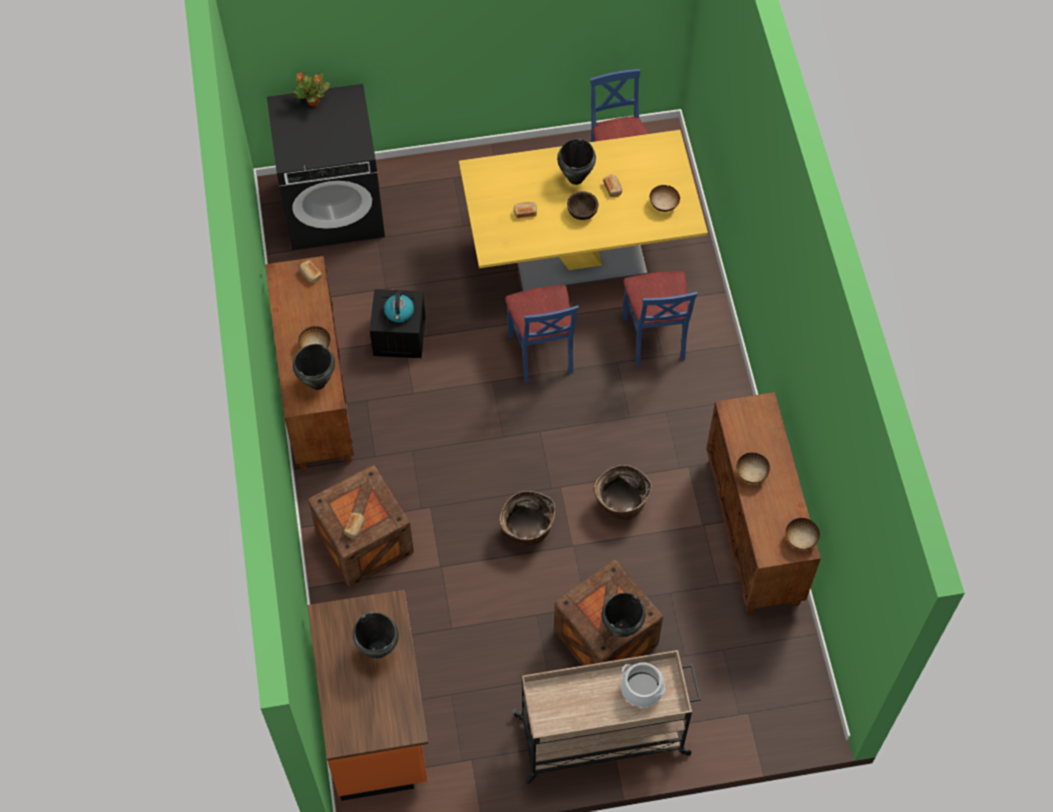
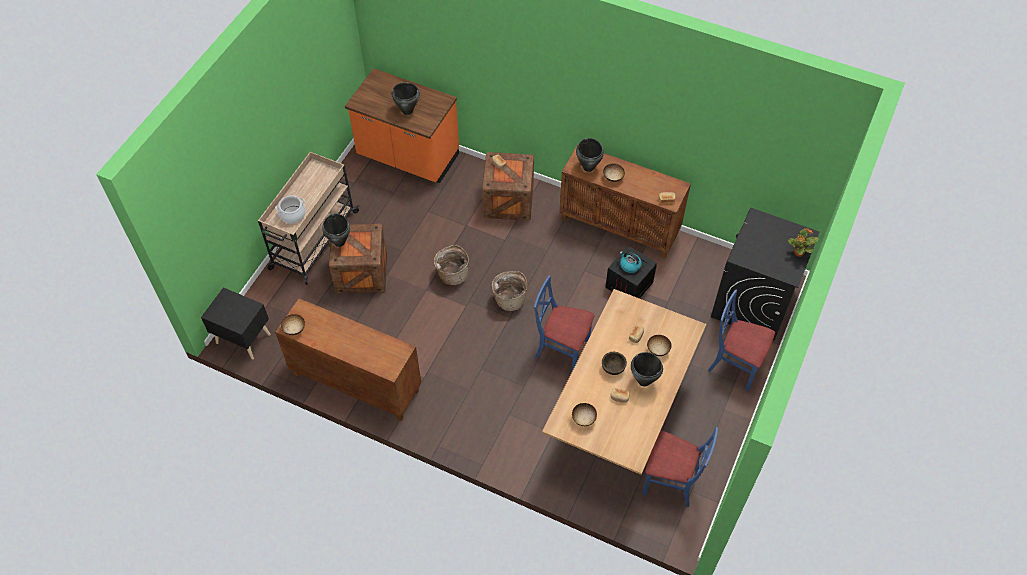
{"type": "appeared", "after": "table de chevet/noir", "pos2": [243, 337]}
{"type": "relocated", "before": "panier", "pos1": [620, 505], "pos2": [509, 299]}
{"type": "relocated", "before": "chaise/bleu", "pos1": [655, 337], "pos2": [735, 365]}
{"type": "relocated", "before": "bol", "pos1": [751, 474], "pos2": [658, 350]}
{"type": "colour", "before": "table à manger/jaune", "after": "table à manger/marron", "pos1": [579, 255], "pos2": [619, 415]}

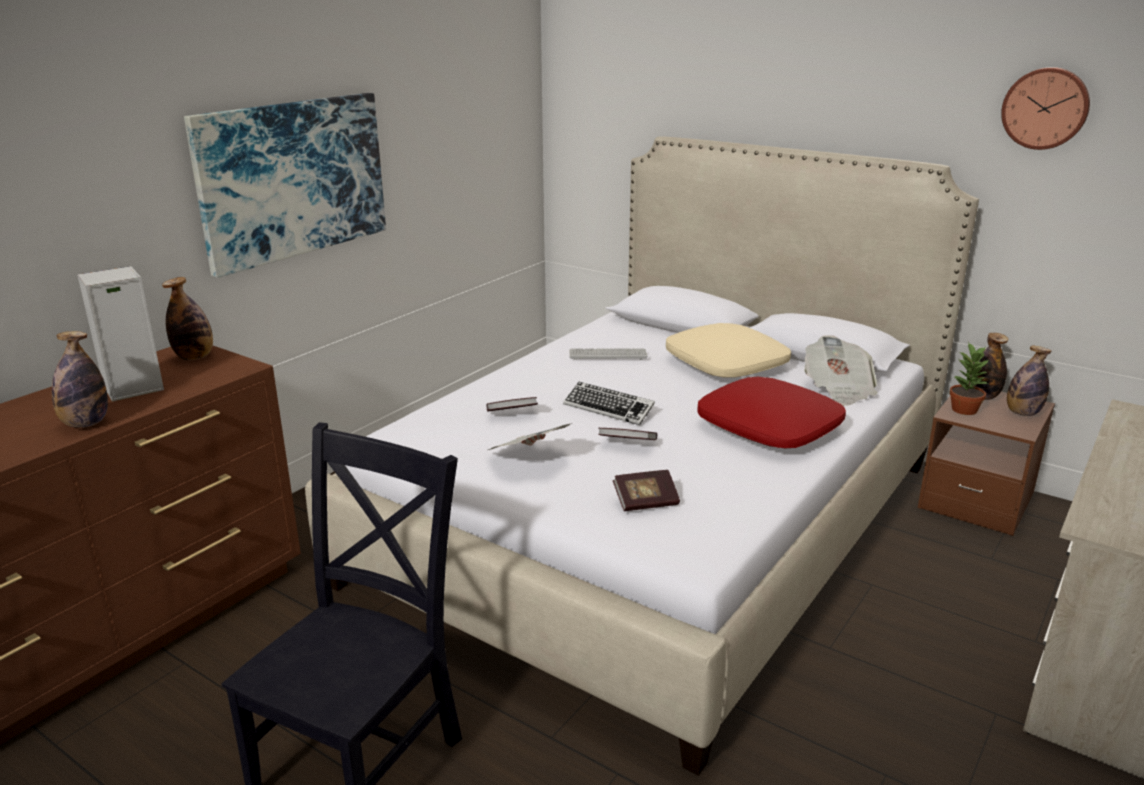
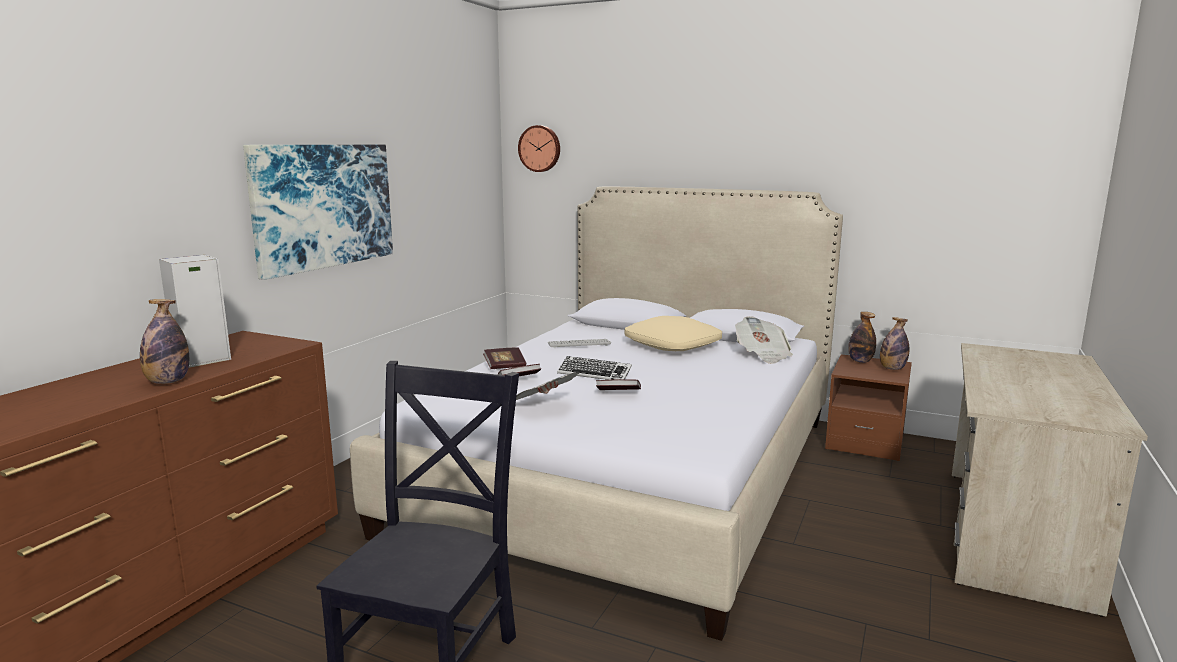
{"type": "missing", "before": "bouteille", "pos1": [194, 357]}
{"type": "missing", "before": "coussin/rouge", "pos1": [769, 427]}
{"type": "missing", "before": "plante en pot", "pos1": [964, 409]}
{"type": "relocated", "before": "livre", "pos1": [645, 502], "pos2": [505, 366]}
{"type": "relocated", "before": "horloge murale", "pos1": [1045, 108], "pos2": [540, 148]}

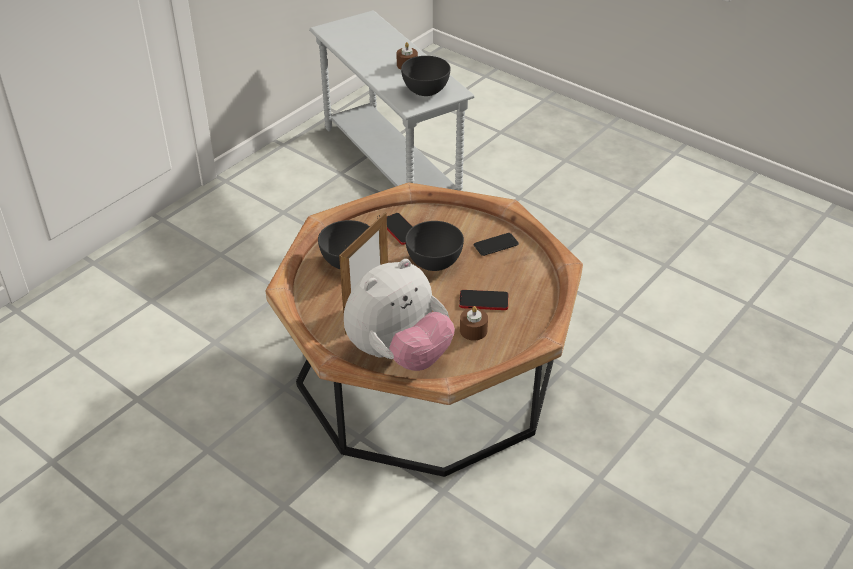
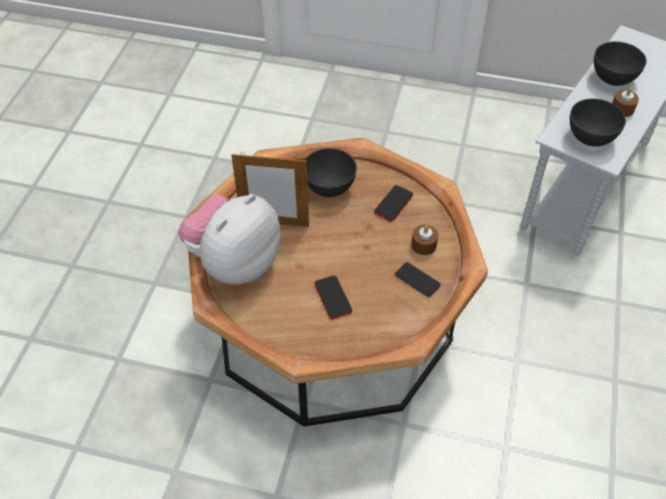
{"type": "relocated", "before": "bol/gris", "pos1": [434, 263], "pos2": [612, 78]}
{"type": "relocated", "before": "bougie/marron", "pos1": [473, 330], "pos2": [423, 245]}
{"type": "spun", "before": "peluche", "pos1": [399, 354], "pos2": [234, 263], "turn": 105}

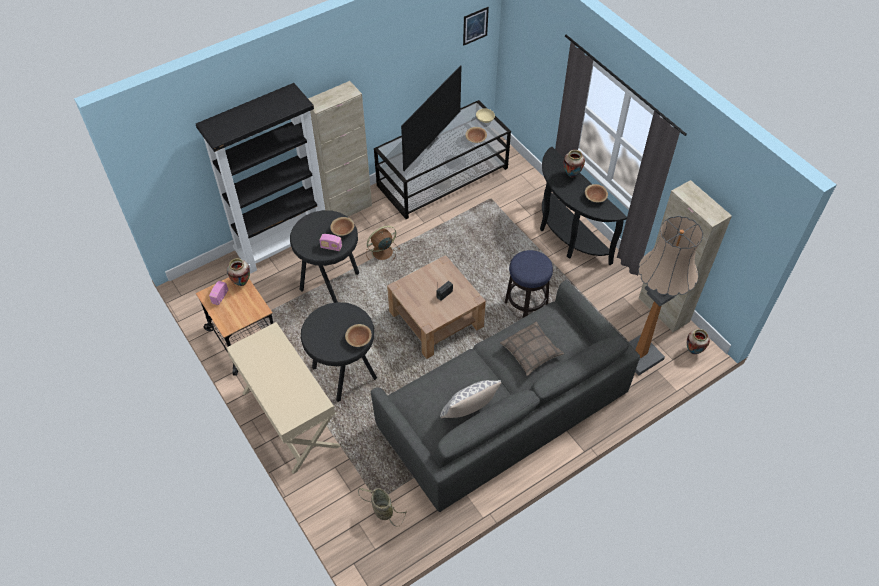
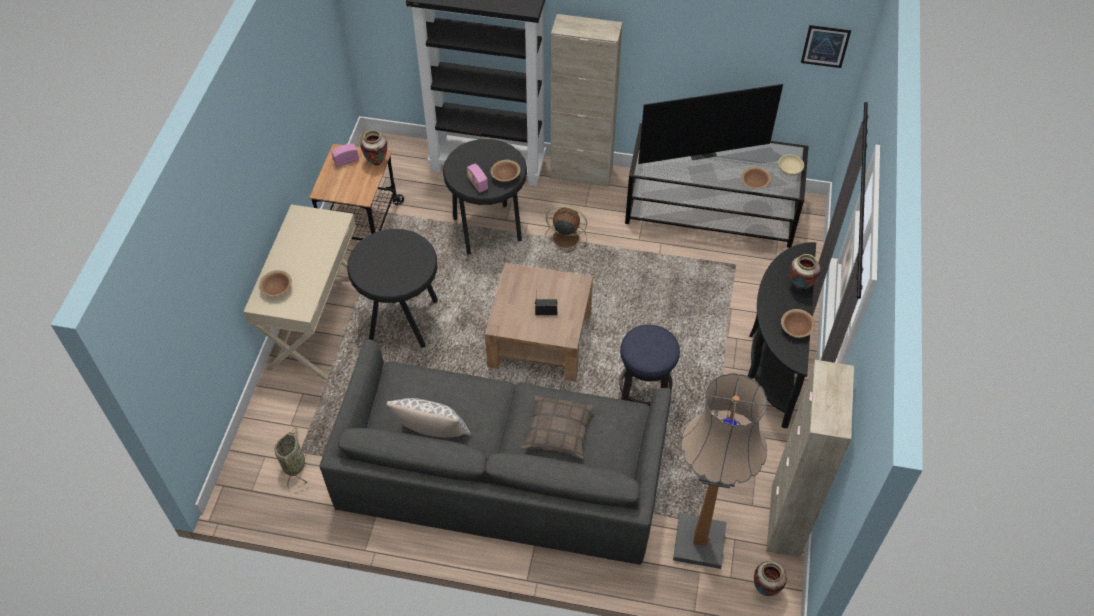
{"type": "relocated", "before": "bol/marron", "pos1": [359, 339], "pos2": [277, 289]}

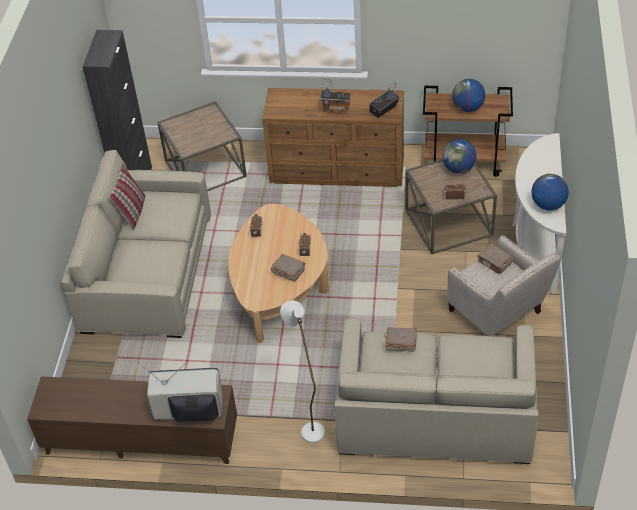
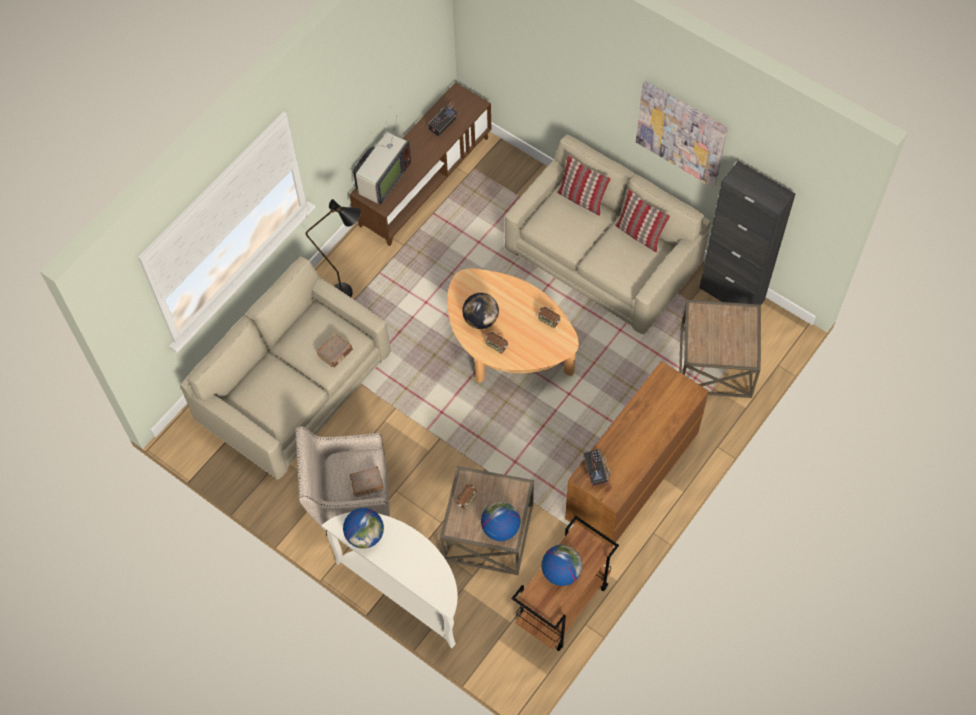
{"type": "appeared", "after": "coussin", "pos2": [581, 199]}
{"type": "appeared", "after": "tableau", "pos2": [681, 133]}
{"type": "relocated", "before": "radio", "pos1": [336, 108], "pos2": [442, 127]}
{"type": "exchanged", "before": "livre/marron", "after": "globe", "pos1": [288, 271], "pos2": [481, 319]}
{"type": "colour", "before": "lampadaire/blanc", "after": "lampadaire/noir", "pos1": [309, 426], "pos2": [350, 293]}

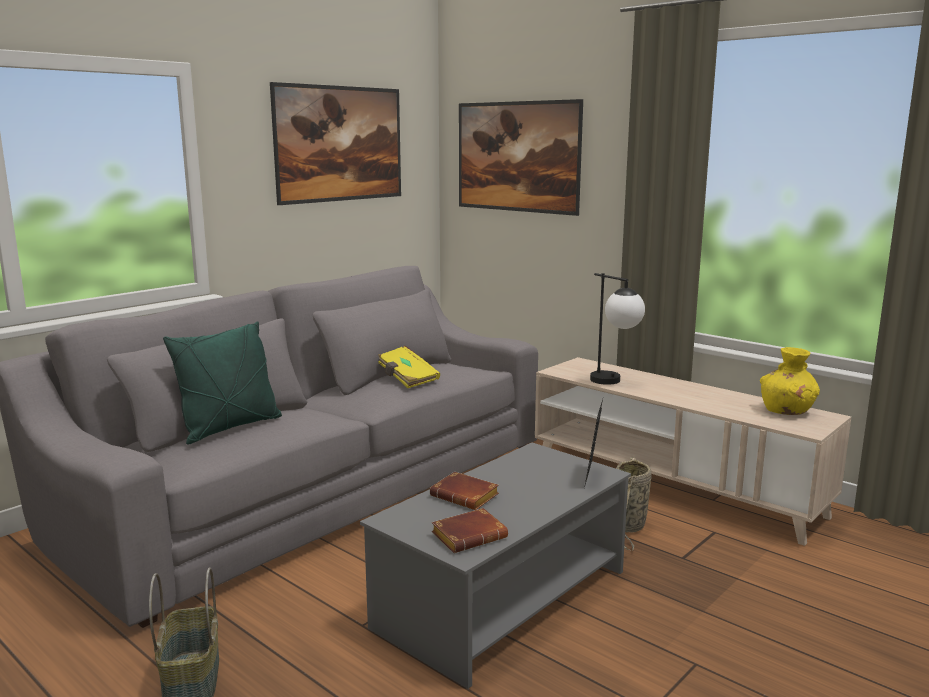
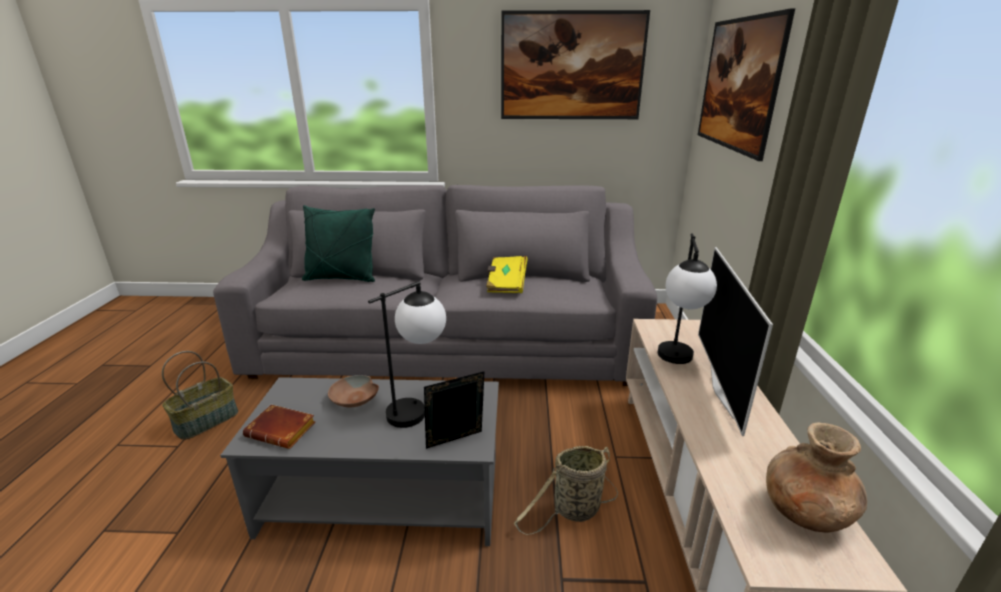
{"type": "appeared", "after": "lampe de table", "pos2": [418, 407]}
{"type": "appeared", "after": "téléviseur", "pos2": [722, 391]}
{"type": "exchanged", "before": "livre/marron", "after": "bol/marron", "pos1": [466, 496], "pos2": [354, 399]}
{"type": "colour", "before": "vase/jaune", "after": "vase/marron", "pos1": [787, 411], "pos2": [805, 513]}

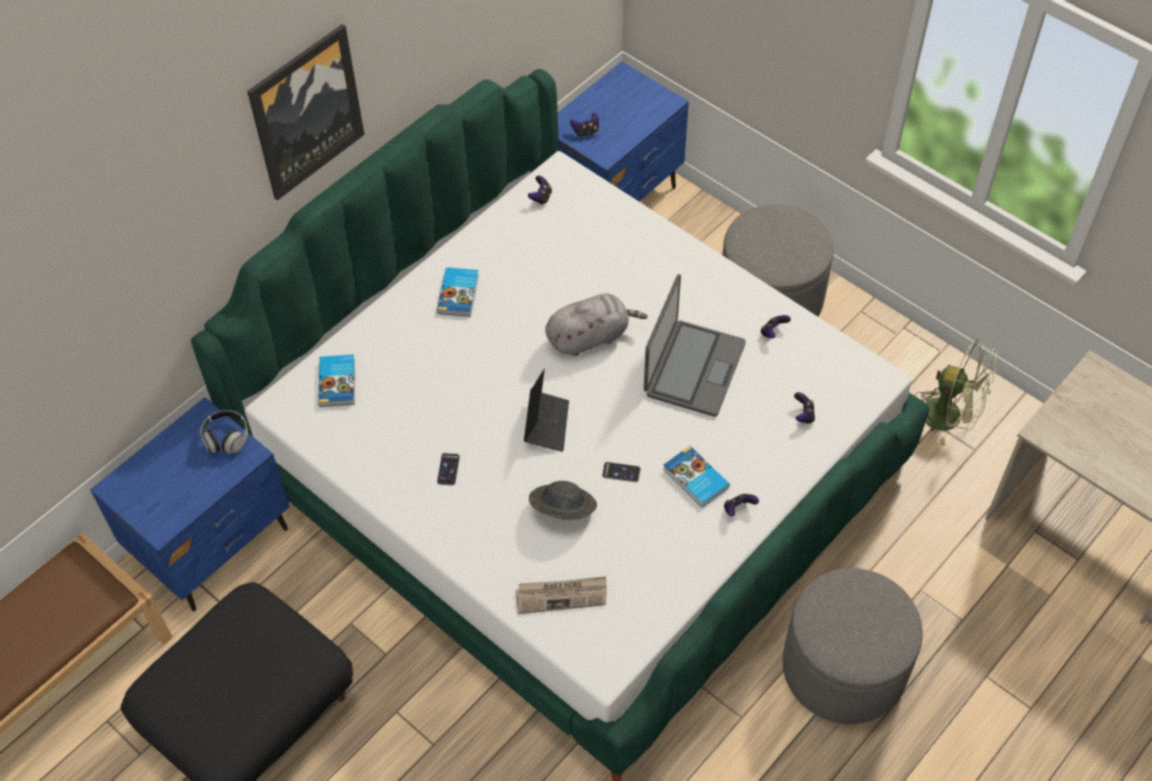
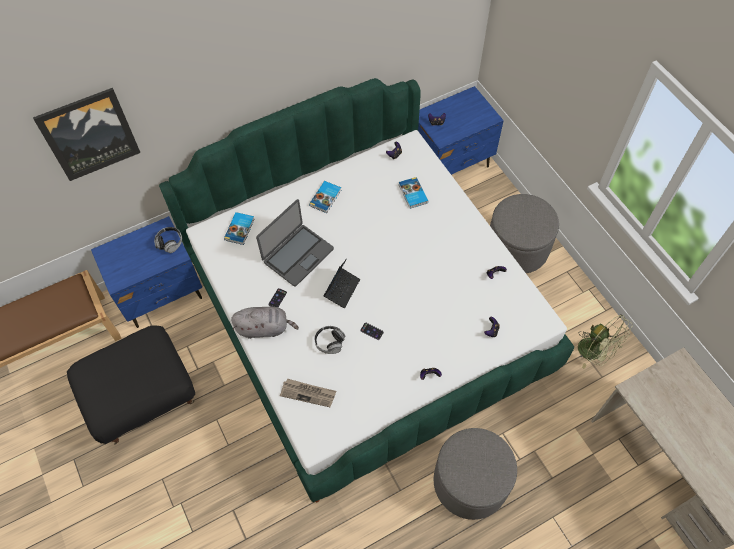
{"type": "relocated", "before": "tableau", "pos1": [306, 112], "pos2": [89, 134]}
{"type": "relocated", "before": "peluche/gris", "pos1": [590, 337], "pos2": [265, 328]}
{"type": "relocated", "before": "ordinateur portable", "pos1": [693, 368], "pos2": [297, 255]}
{"type": "relocated", "before": "livre", "pos1": [695, 479], "pos2": [412, 194]}
{"type": "exchanged", "before": "chapeau/gris", "after": "casque audio", "pos1": [562, 510], "pos2": [329, 342]}

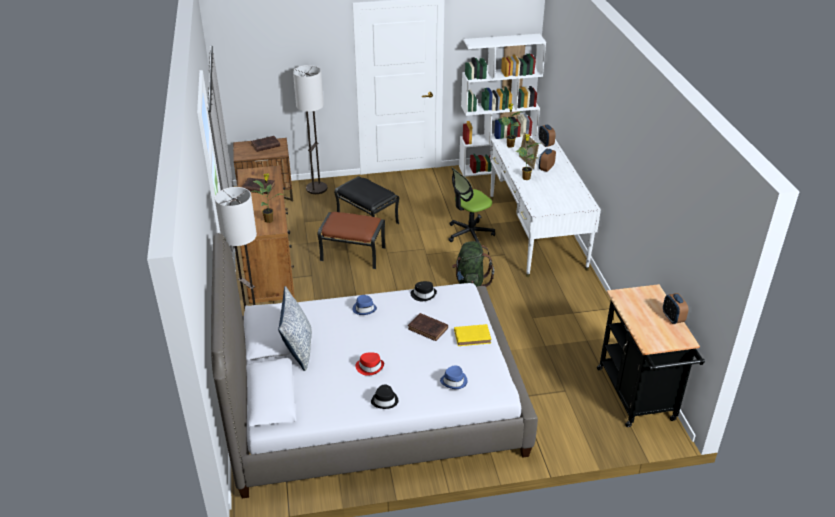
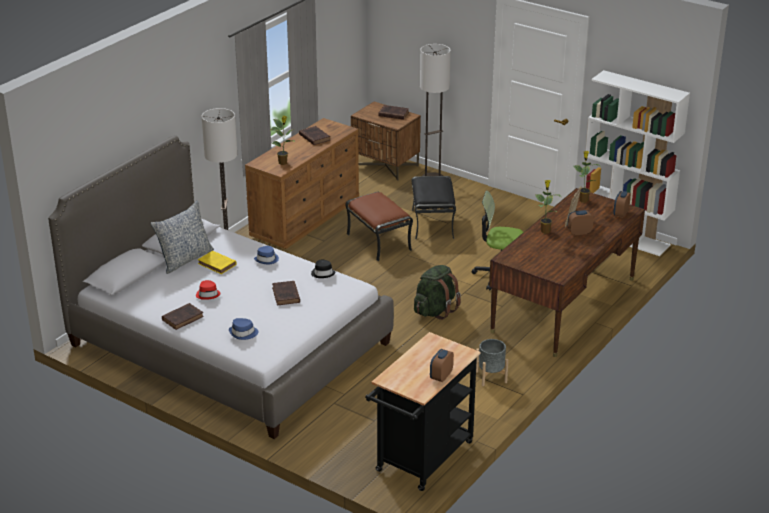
{"type": "appeared", "after": "cache-pot/gris", "pos2": [491, 377]}
{"type": "relocated", "before": "livre/jaune", "pos1": [473, 337], "pos2": [218, 264]}
{"type": "exchanged", "before": "chapeau/noir", "after": "livre/marron", "pos1": [385, 400], "pos2": [183, 318]}
{"type": "colour", "before": "bureau/blanc", "after": "bureau/marron", "pos1": [536, 232], "pos2": [564, 305]}

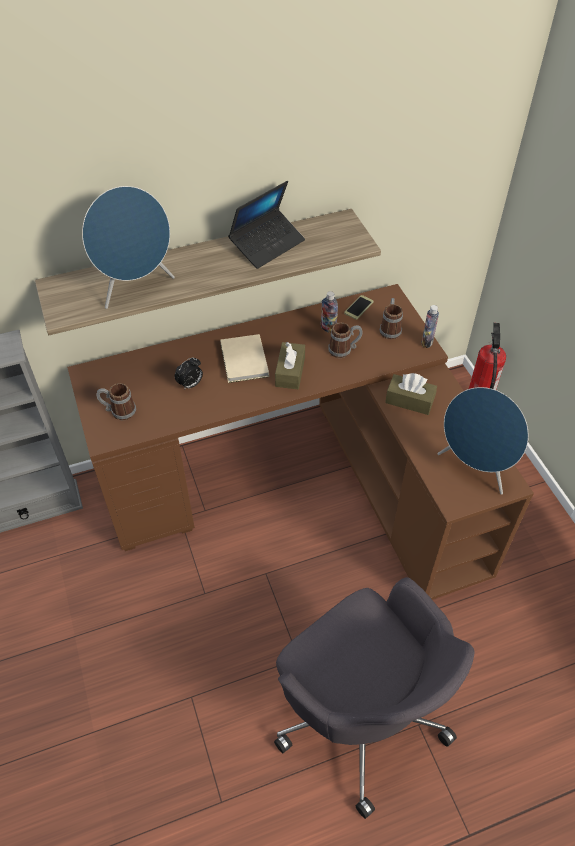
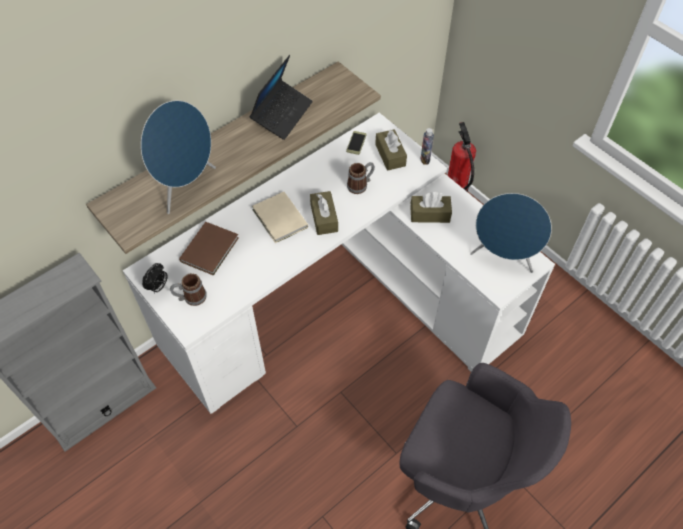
{"type": "missing", "before": "bouteille", "pos1": [328, 328]}
{"type": "appeared", "after": "livre/marron", "pos2": [211, 249]}
{"type": "relocated", "before": "réveil", "pos1": [190, 385], "pos2": [158, 287]}
{"type": "exchanged", "before": "mug", "after": "boîte à mouchoirs/marron", "pos1": [390, 328], "pos2": [390, 155]}
{"type": "colour", "before": "bureau/marron", "after": "bureau/blanc", "pos1": [304, 482], "pos2": [341, 303]}

